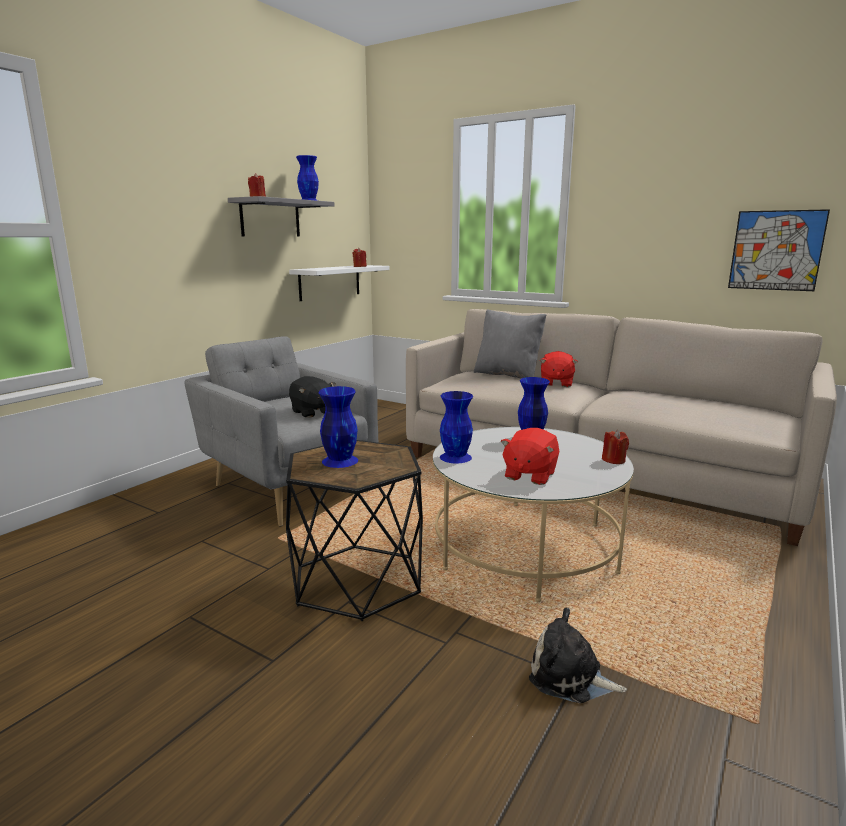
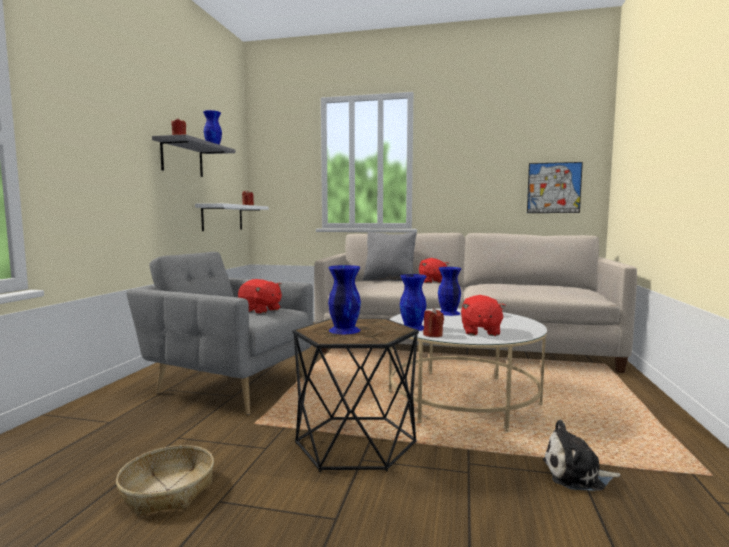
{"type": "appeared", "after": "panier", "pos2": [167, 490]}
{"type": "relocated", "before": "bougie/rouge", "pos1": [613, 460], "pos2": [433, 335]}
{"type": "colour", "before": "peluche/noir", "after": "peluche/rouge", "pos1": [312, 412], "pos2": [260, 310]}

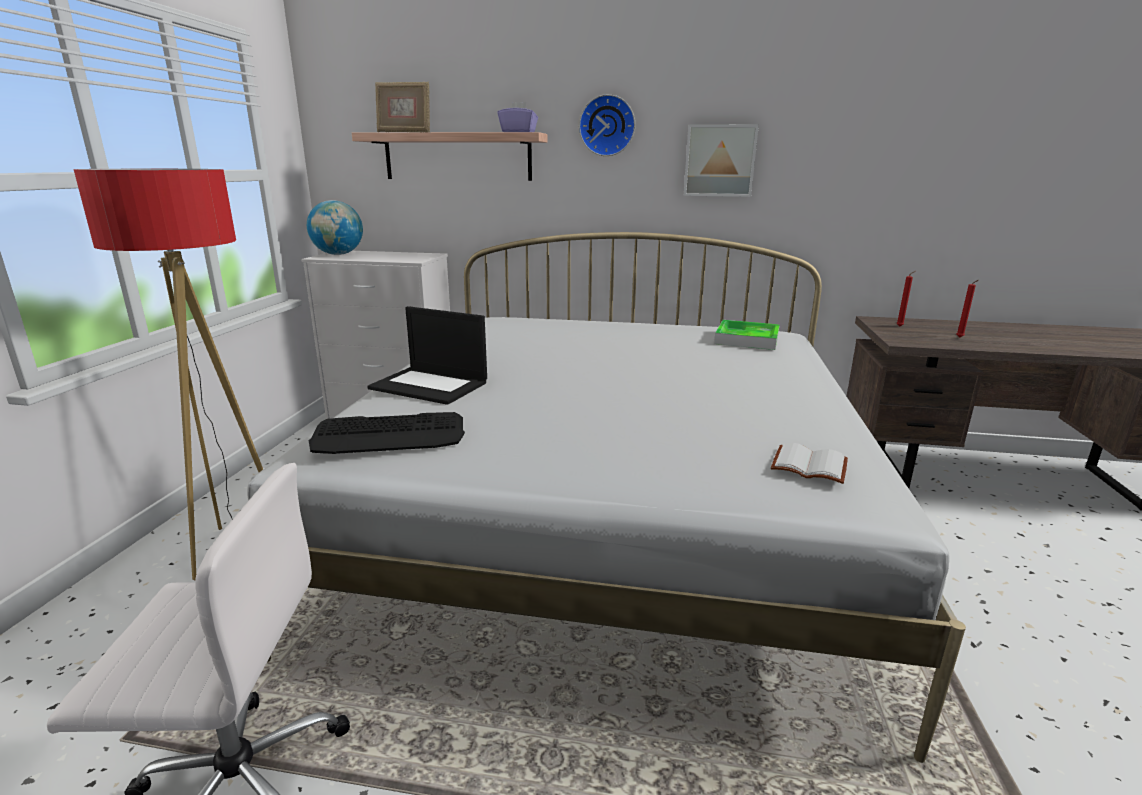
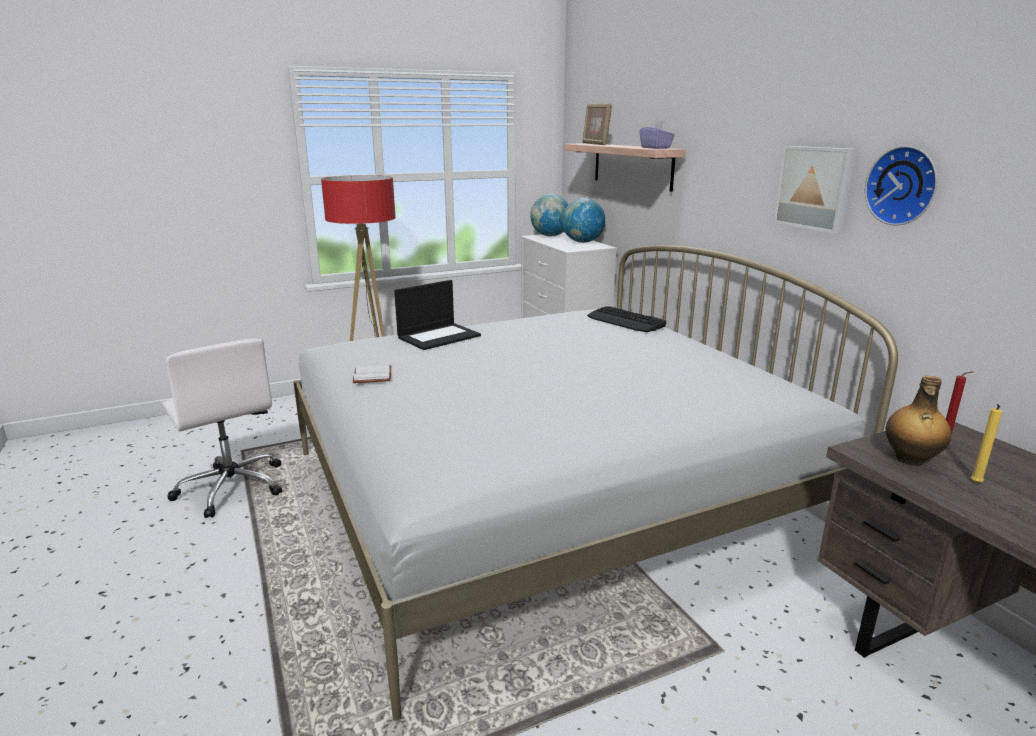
{"type": "missing", "before": "plateau", "pos1": [747, 339]}
{"type": "appeared", "after": "globe", "pos2": [582, 242]}
{"type": "appeared", "after": "bouteille", "pos2": [910, 460]}
{"type": "relocated", "before": "clavier", "pos1": [390, 435], "pos2": [626, 321]}
{"type": "relocated", "before": "horloge murale", "pos1": [607, 126], "pos2": [903, 186]}
{"type": "relocated", "before": "livre/blanc", "pos1": [810, 465], "pos2": [374, 376]}
{"type": "colour", "before": "bougie/rouge", "after": "bougie/jaune", "pos1": [960, 337], "pos2": [975, 483]}
{"type": "spun", "before": "ordinateur portable", "pos1": [430, 385], "pos2": [439, 336], "turn": -120}

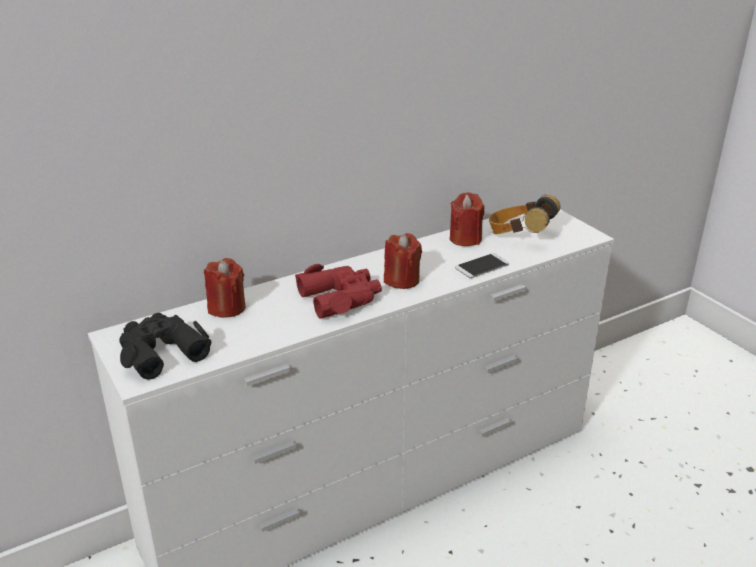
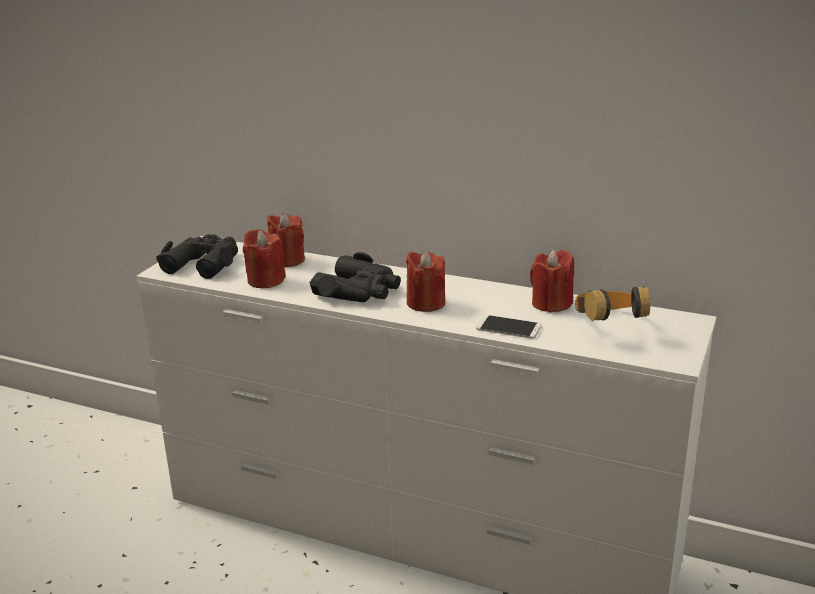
{"type": "appeared", "after": "bougie/rouge", "pos2": [265, 280]}
{"type": "colour", "before": "jumelles/rouge", "after": "jumelles/noir", "pos1": [340, 298], "pos2": [359, 291]}

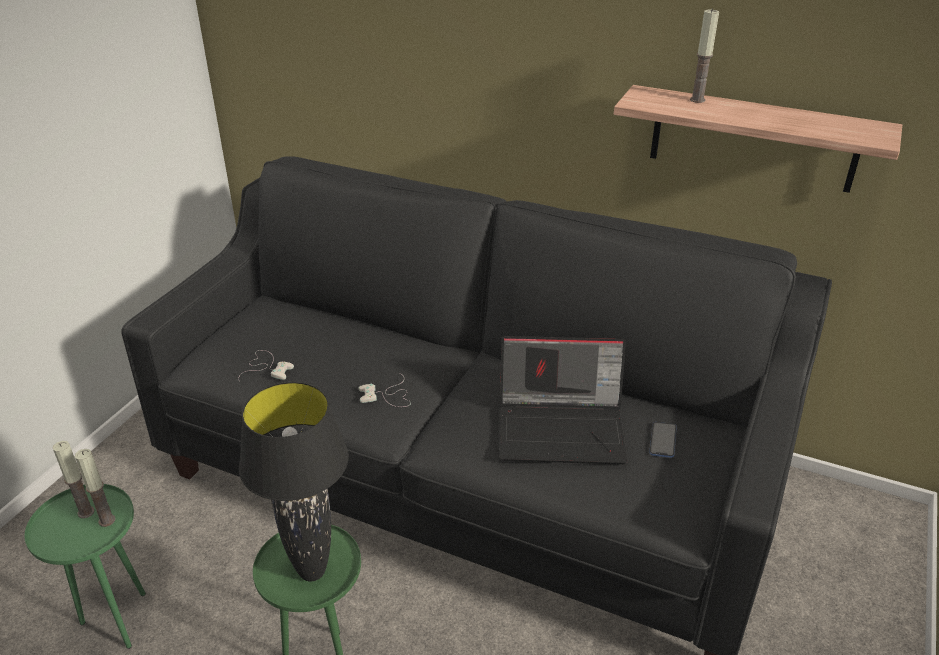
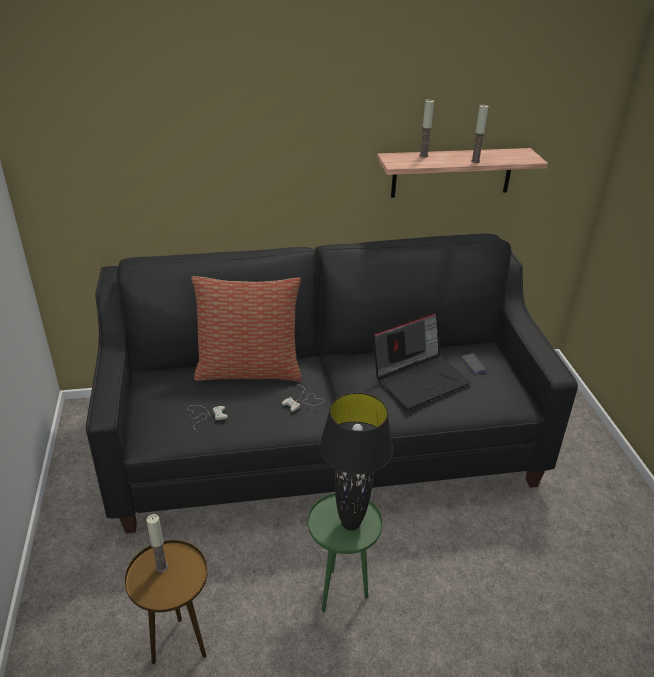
{"type": "appeared", "after": "coussin", "pos2": [249, 370]}
{"type": "relocated", "before": "bougie", "pos1": [107, 520], "pos2": [475, 161]}
{"type": "colour", "before": "table d'appoint/vert", "after": "table d'appoint/marron", "pos1": [118, 620], "pos2": [179, 645]}

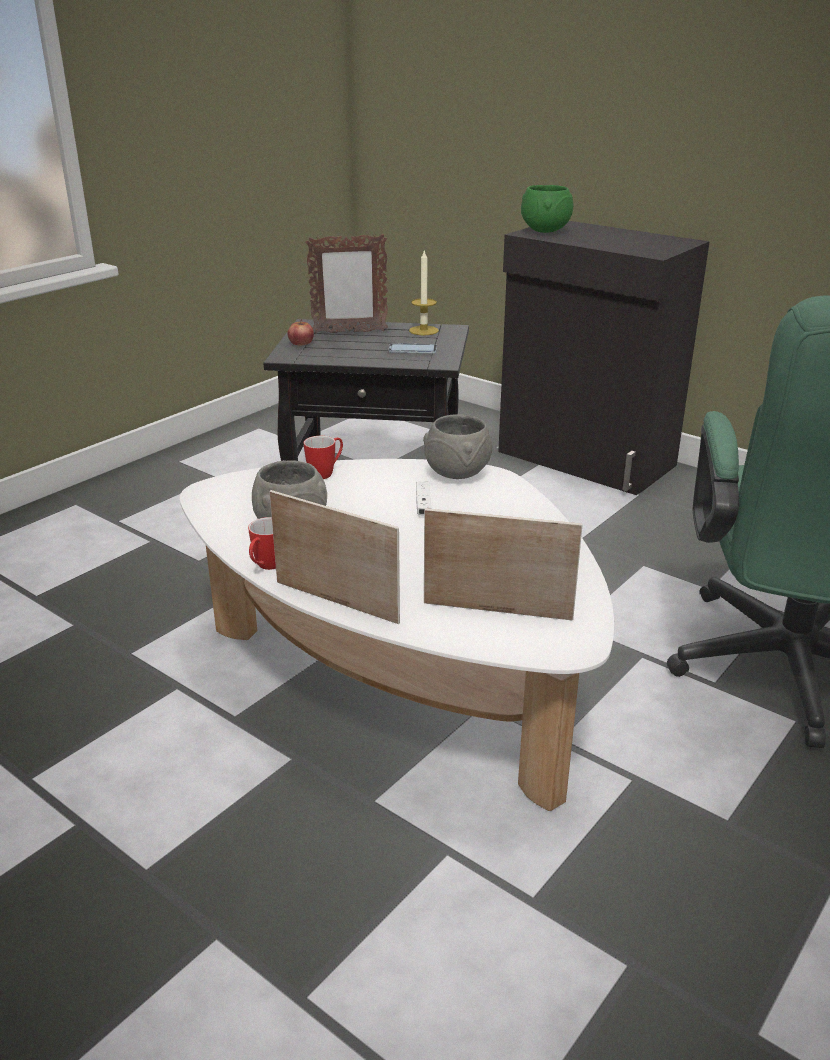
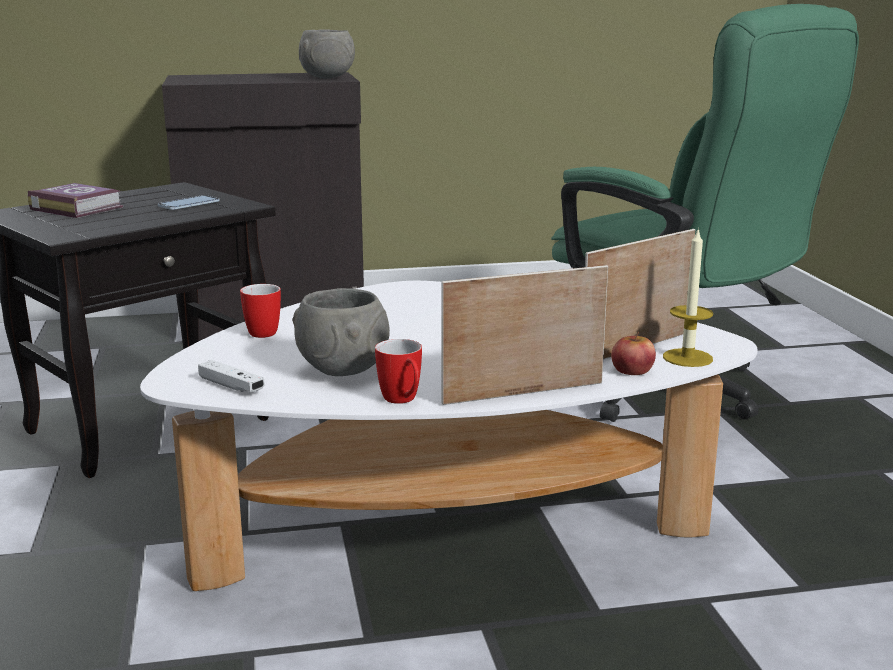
{"type": "missing", "before": "bol/vert", "pos1": [544, 231]}
{"type": "relocated", "before": "pomme", "pos1": [301, 342], "pos2": [632, 370]}
{"type": "relocated", "before": "bougie", "pos1": [423, 330], "pos2": [687, 358]}
{"type": "relocated", "before": "manette/blanc", "pos1": [423, 505], "pos2": [231, 386]}
{"type": "relocated", "before": "bol/gris", "pos1": [458, 474], "pos2": [327, 78]}
{"type": "exchanged", "before": "cadre photo", "after": "livre", "pos1": [349, 332], "pos2": [76, 208]}

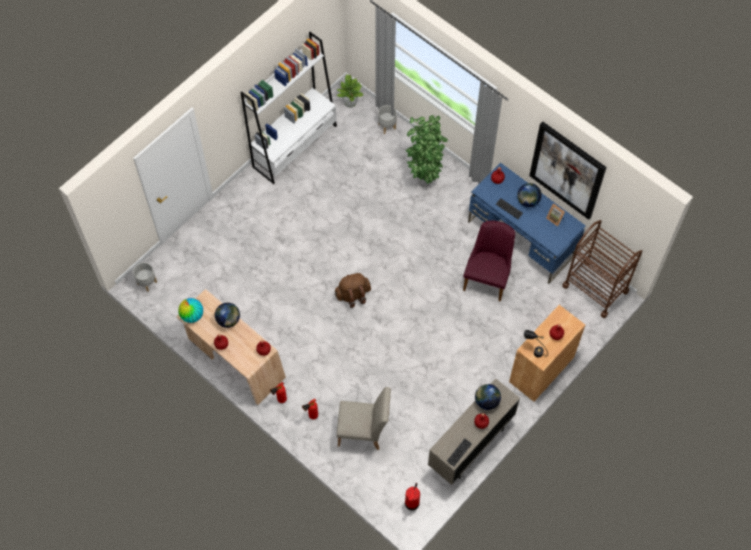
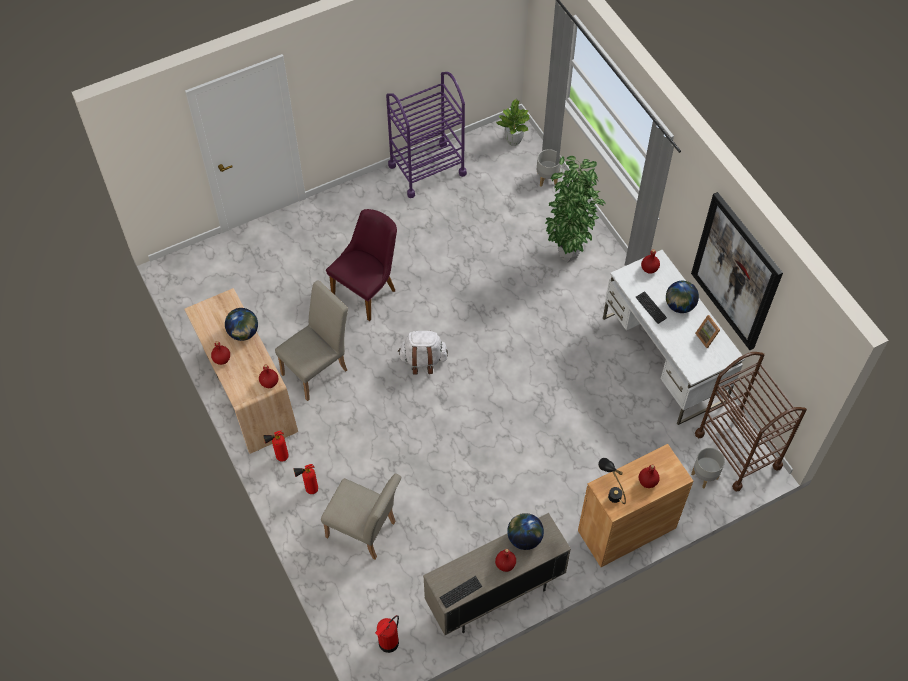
{"type": "missing", "before": "globe", "pos1": [192, 315]}
{"type": "appeared", "after": "chaise/beige", "pos2": [318, 369]}
{"type": "relocated", "before": "cache-pot/gris", "pos1": [147, 283], "pos2": [704, 476]}
{"type": "relocated", "before": "chaise/violet", "pos1": [488, 277], "pos2": [368, 289]}
{"type": "exchanged", "before": "bibliothèque/blanc", "after": "chariot/violet", "pos1": [295, 146], "pos2": [427, 169]}
{"type": "colour", "before": "sac à dos/marron", "after": "sac à dos/blanc", "pos1": [353, 295], "pos2": [423, 360]}
{"type": "colour", "before": "bureau/bleu", "after": "bureau/blanc", "pos1": [522, 238], "pos2": [664, 359]}

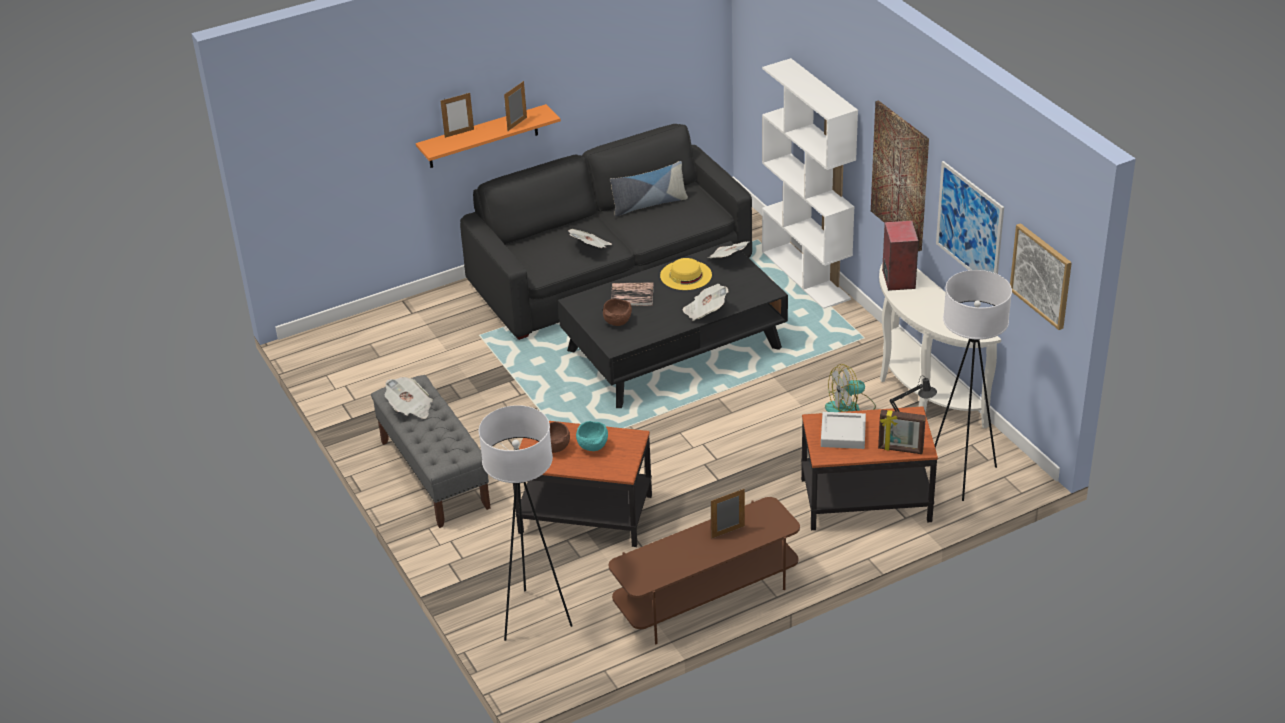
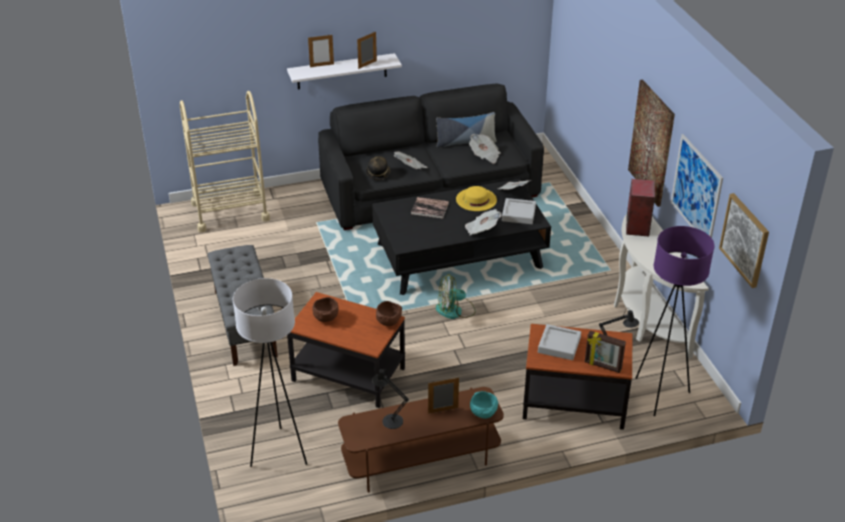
{"type": "missing", "before": "bibliothèque/blanc", "pos1": [806, 275]}
{"type": "appeared", "after": "chariot/beige", "pos2": [230, 211]}
{"type": "appeared", "after": "chapeau", "pos2": [378, 173]}
{"type": "appeared", "after": "lampe de table/noir", "pos2": [390, 420]}
{"type": "appeared", "after": "plateau/gris", "pos2": [518, 214]}
{"type": "relocated", "before": "journal", "pos1": [410, 408], "pos2": [484, 156]}
{"type": "relocated", "before": "bol/turquoise", "pos1": [593, 447], "pos2": [484, 414]}
{"type": "relocated", "before": "bol/marron", "pos1": [617, 322], "pos2": [389, 322]}
{"type": "relocated", "before": "ventilateur", "pos1": [850, 408], "pos2": [455, 311]}
{"type": "colour", "before": "étagère/orange", "after": "étagère/blanc", "pos1": [483, 137], "pos2": [342, 71]}
{"type": "colour", "before": "lampadaire/blanc", "after": "lampadaire/violet", "pos1": [962, 475], "pos2": [659, 394]}

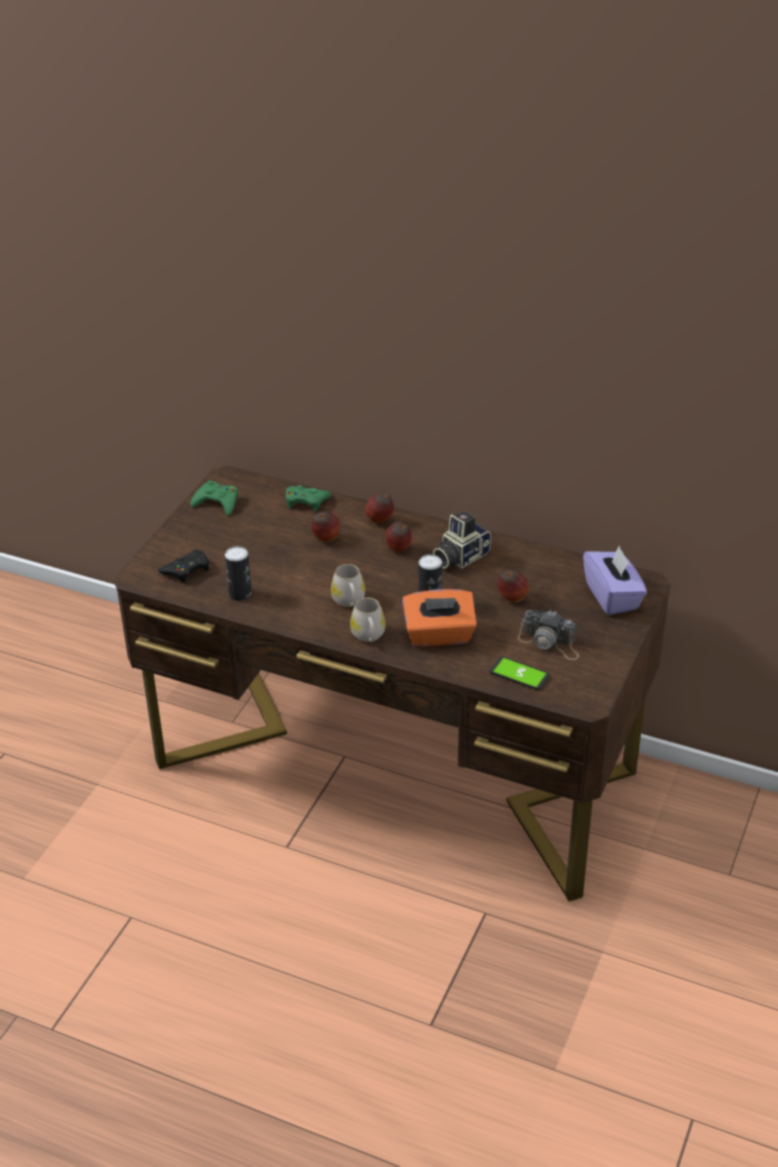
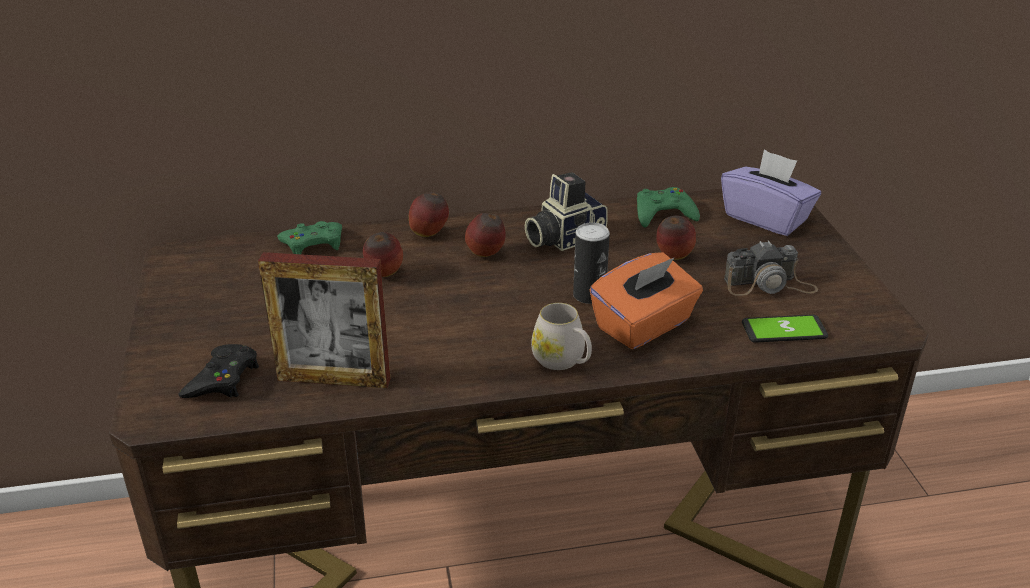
{"type": "missing", "before": "mug/blanc", "pos1": [349, 602]}
{"type": "relocated", "before": "manette/vert", "pos1": [217, 502], "pos2": [663, 214]}
{"type": "exchanged", "before": "boîte métallique", "after": "cadre photo", "pos1": [240, 594], "pos2": [334, 379]}
{"type": "spun", "before": "appareil photo", "pos1": [459, 557], "pos2": [563, 238], "turn": 45}

